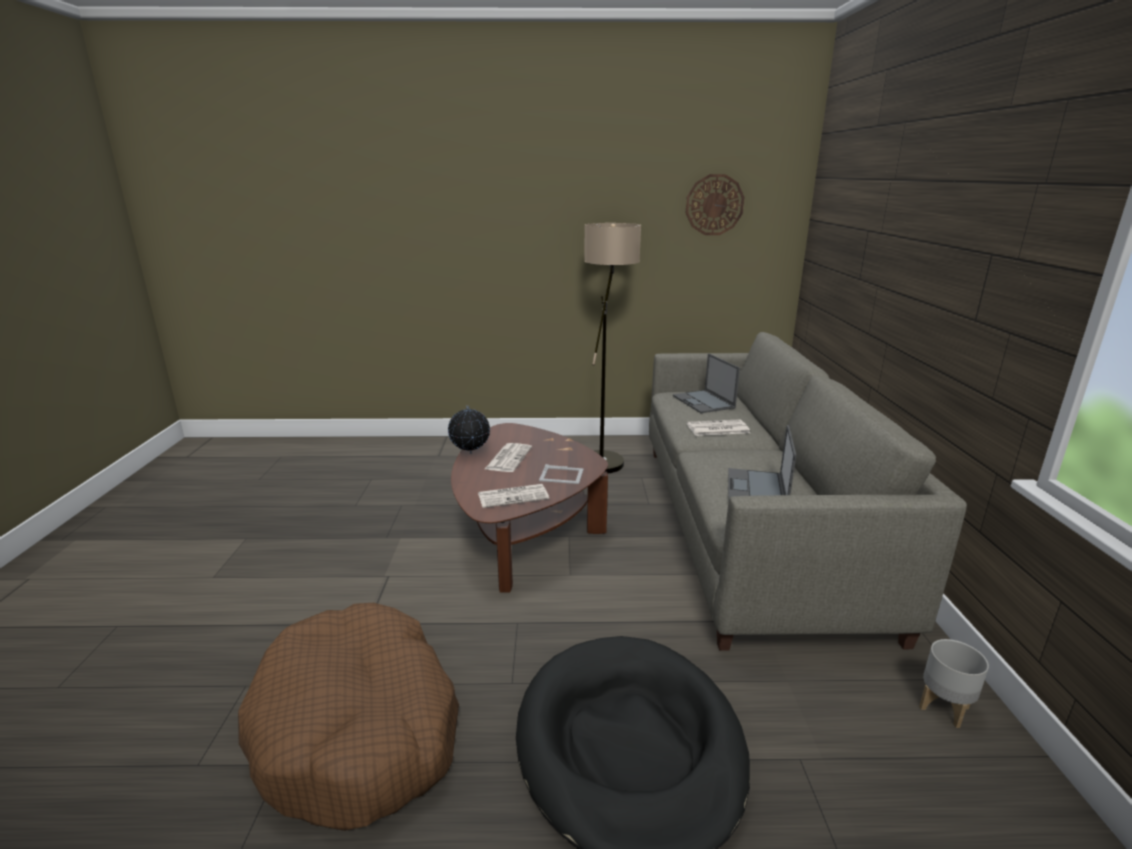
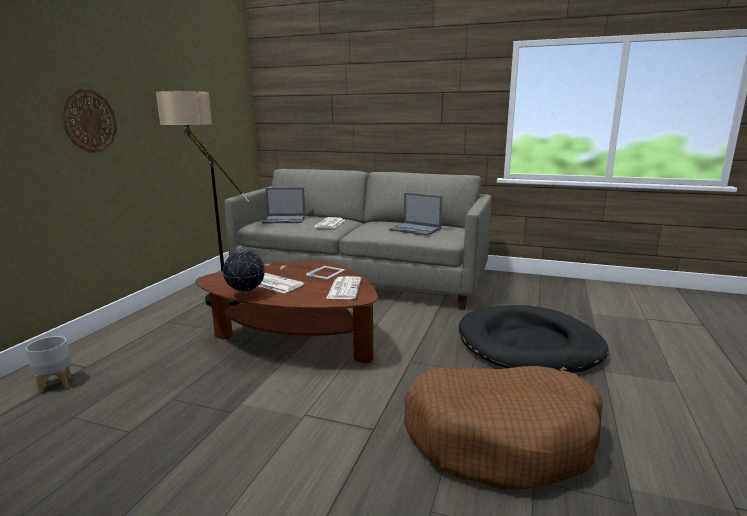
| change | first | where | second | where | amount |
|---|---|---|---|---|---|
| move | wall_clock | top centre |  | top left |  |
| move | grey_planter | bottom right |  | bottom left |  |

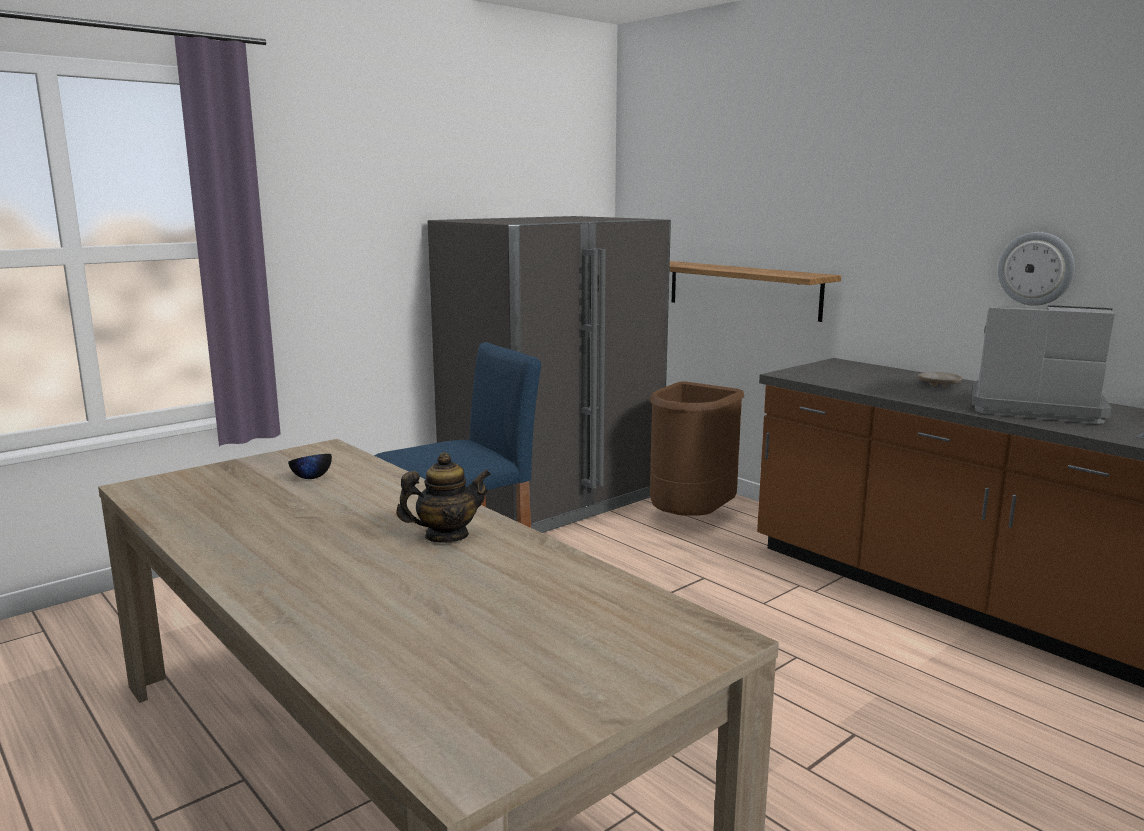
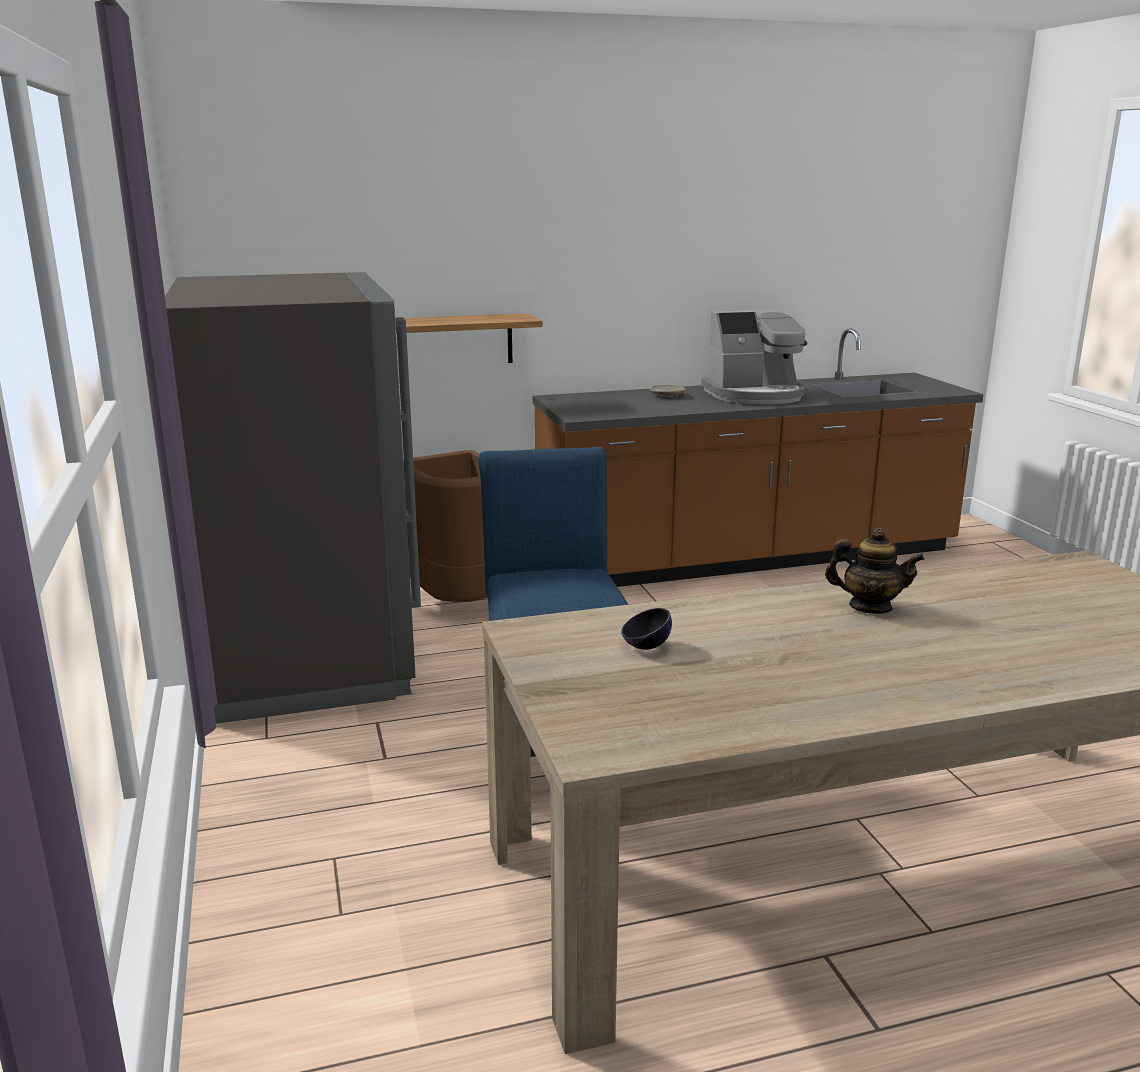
| change | first | where | second | where | amount |
|---|---|---|---|---|---|
| delete | wall_clock | top right |  |  |  |
| rotate | coffee_machine | middle right |  | top centre | 150 degrees counterclockwise |
| rotate | teapot | centre |  | middle right | 105 degrees clockwise |

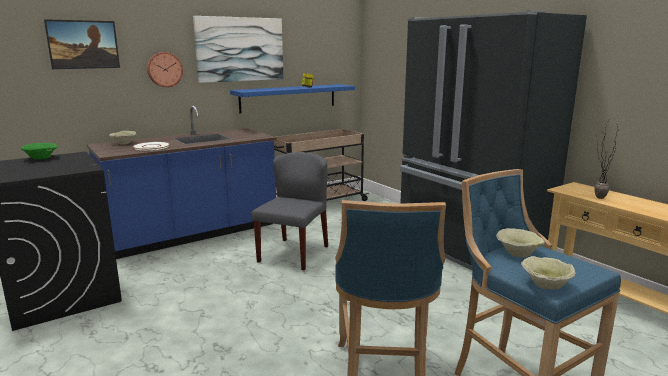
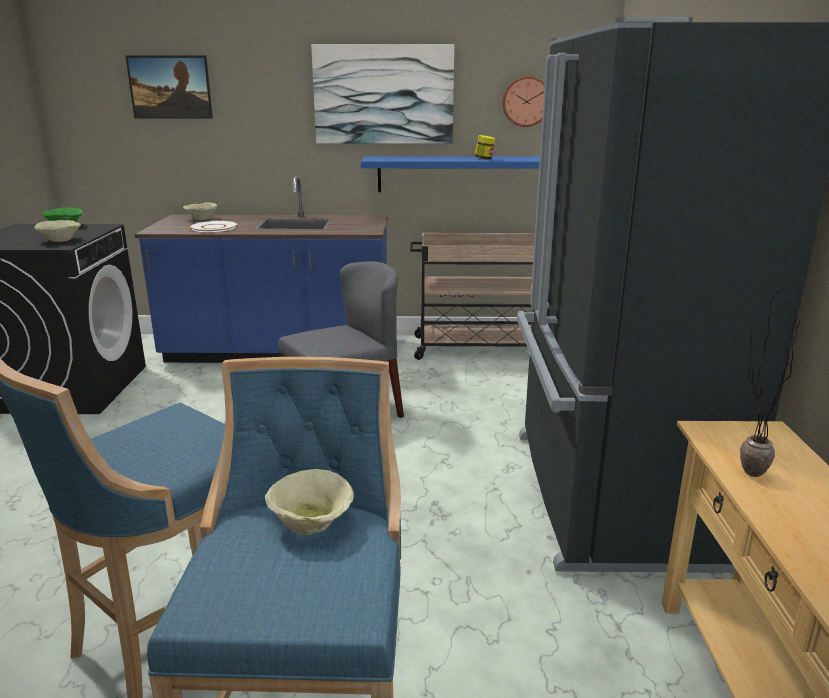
| change | first | where | second | where | amount |
|---|---|---|---|---|---|
| move | wall_clock | top left |  | top centre |  |
| move | beige_bowl (3rd from left in the first image) | bottom right | beige_bowl (1st from left) | top left |  |

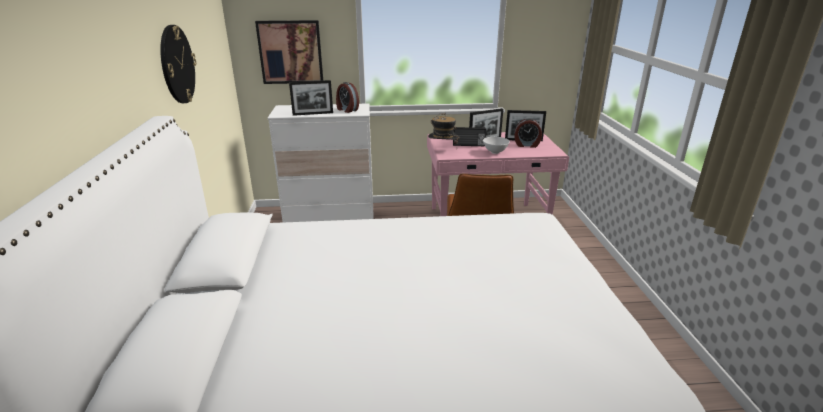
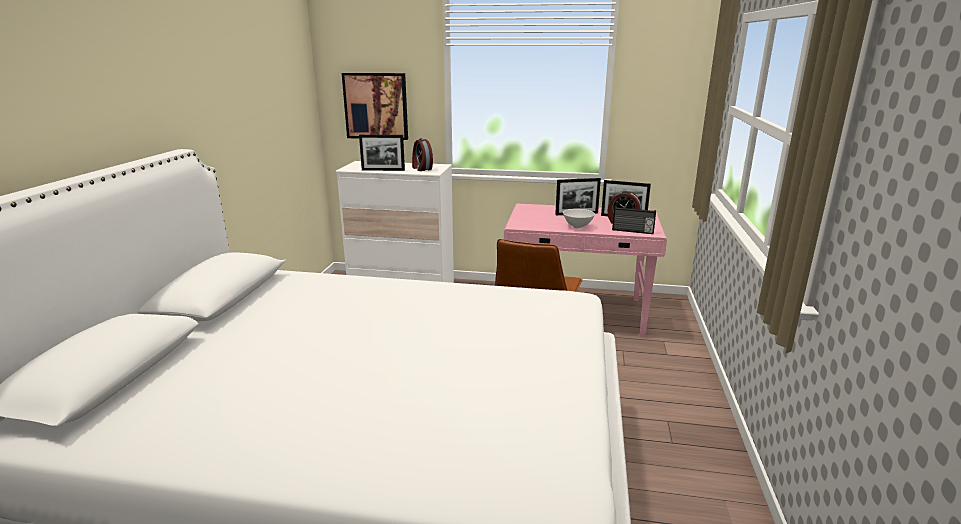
| change | first | where | second | where | amount |
|---|---|---|---|---|---|
| delete | wall_clock | top left |  |  |  |
| delete | hat | top centre |  |  |  |
| move | radio | top centre |  | centre |  |

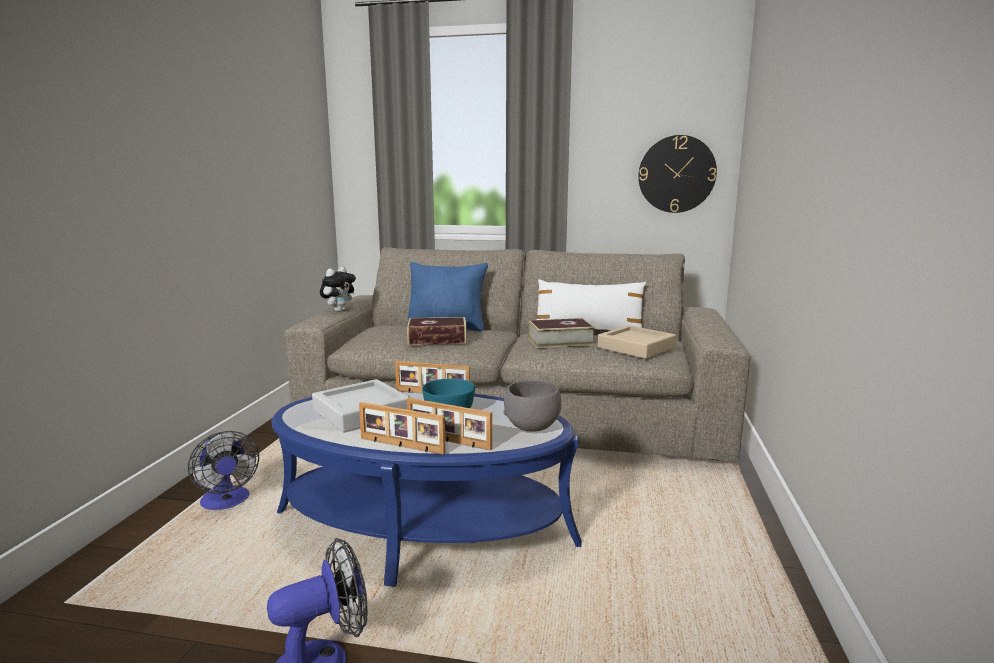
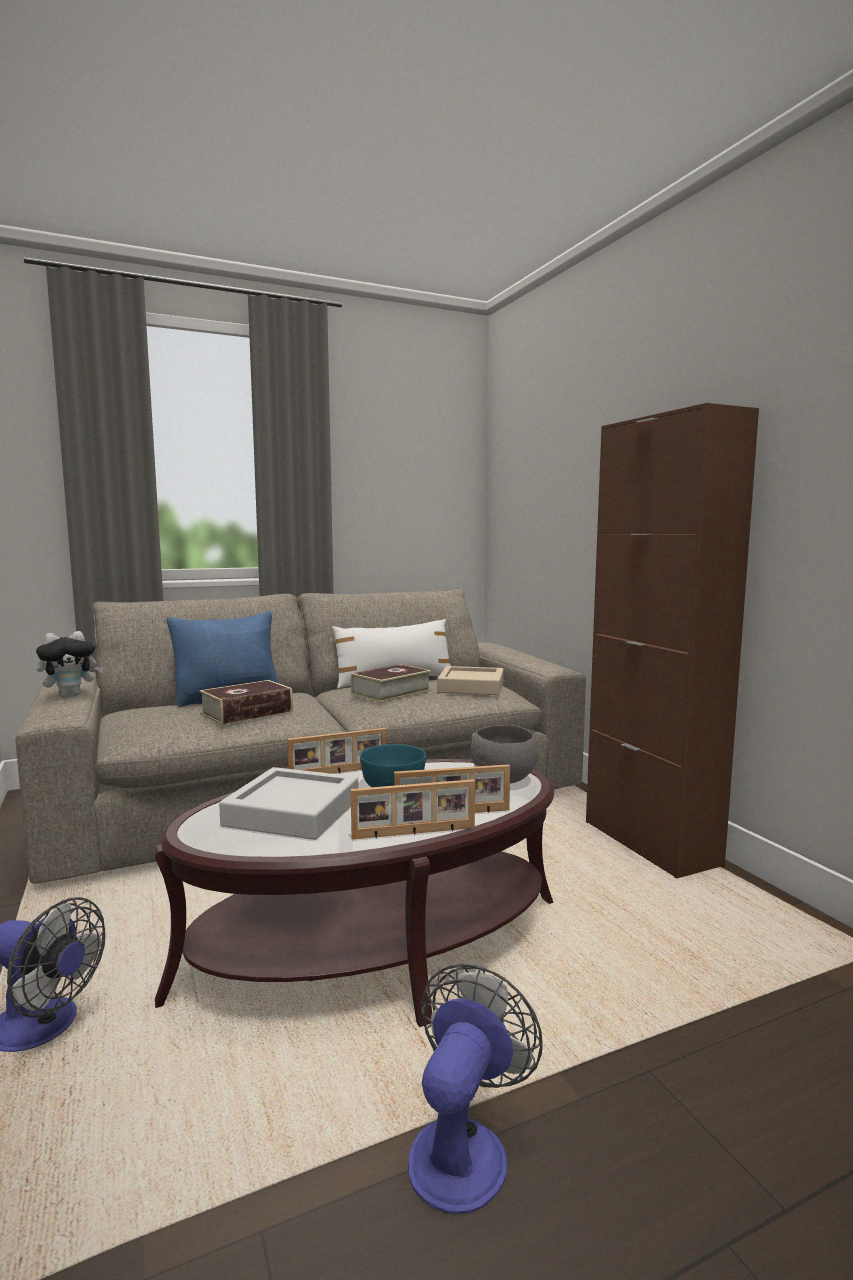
| change | first | where | second | where | amount |
|---|---|---|---|---|---|
| delete | wall_clock | top right |  |  |  |
| rotate | plush_toy | centre |  | middle left | 60 degrees clockwise |
| recolor | blue_coffee_table | bottom centre | brown_coffee_table | bottom centre |  |
| insert |  |  | brown_cabinet | middle right |  |

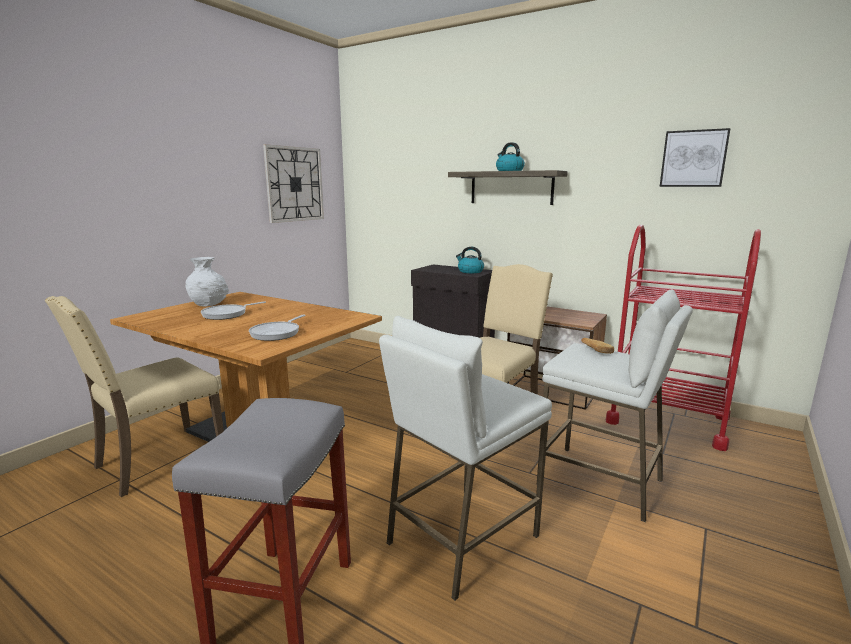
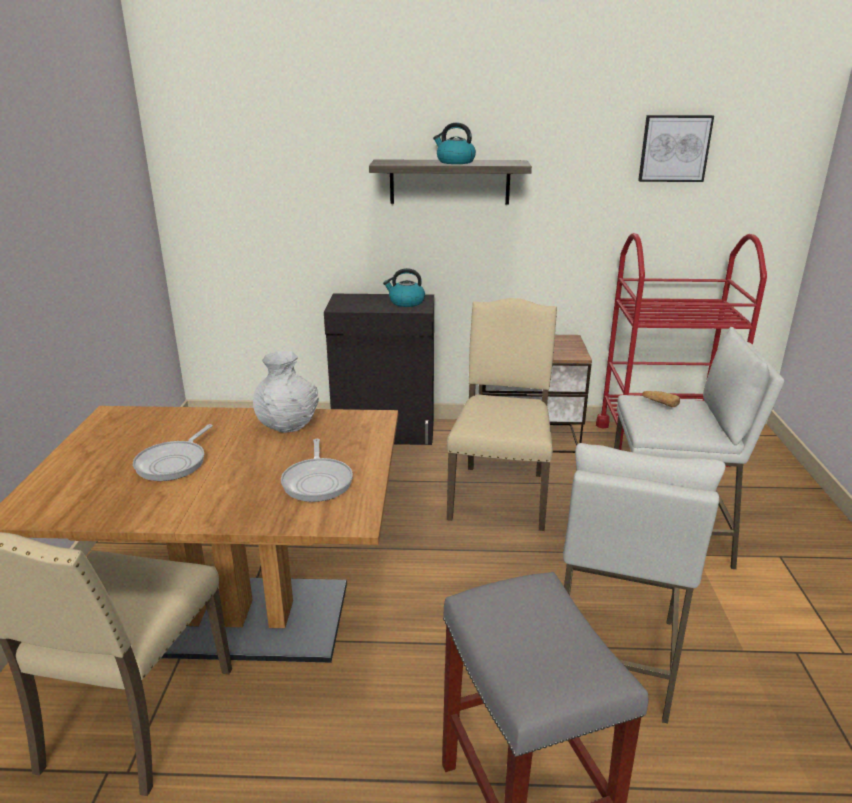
| change | first | where | second | where | amount |
|---|---|---|---|---|---|
| delete | wall_clock | top centre |  |  |  |
| move | white_vase | middle left |  | centre |  |

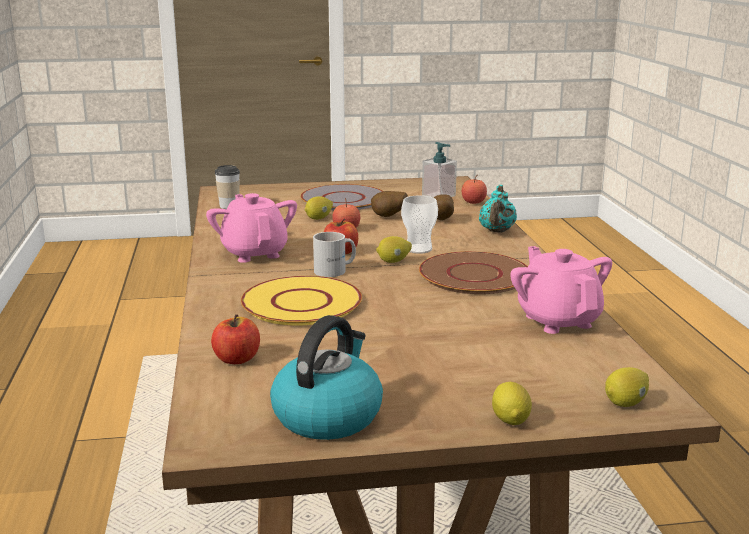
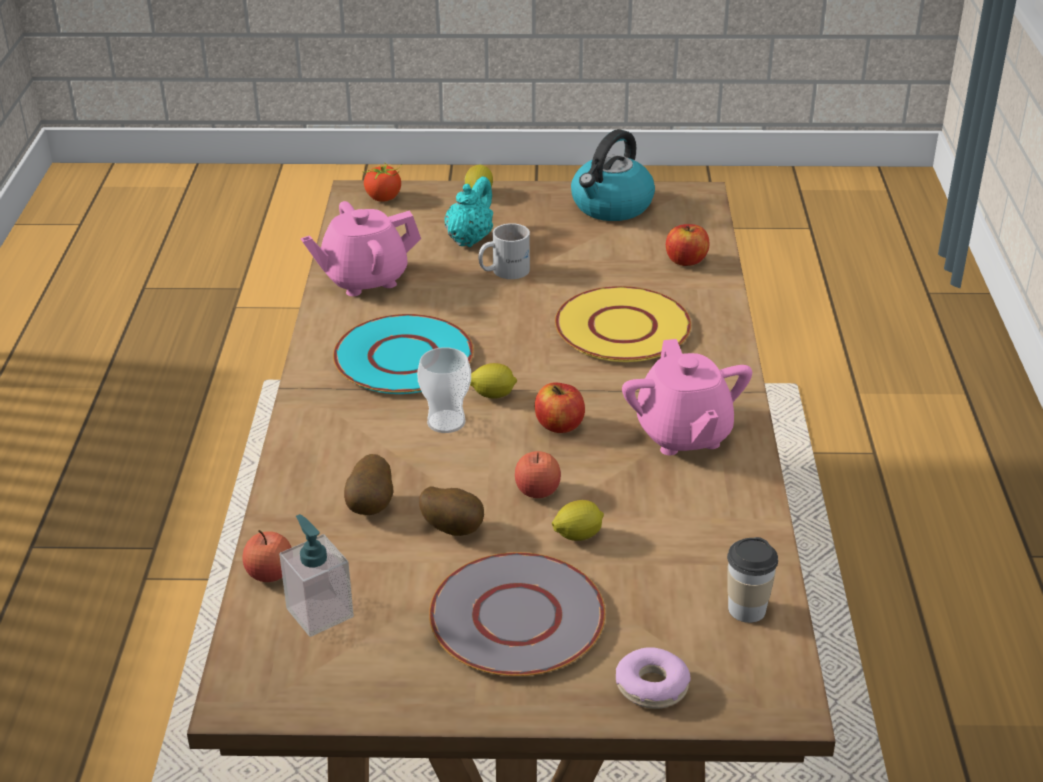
| change | first | where | second | where | amount |
|---|---|---|---|---|---|
| move | turquoise_teapot | centre |  | top centre |  |
| move | white_mug | centre |  | top centre |  |
| rotate | pink_teapot (2nd from left in the first image) | middle right | pink_teapot (1st from left) | top centre | 75 degrees clockwise |
| recolor | brown_plate | centre | turquoise_plate | centre |  |
| replace | lemon (4th from left) | bottom right | tomato | top centre |  |
| insert |  |  | donut | bottom centre |  |

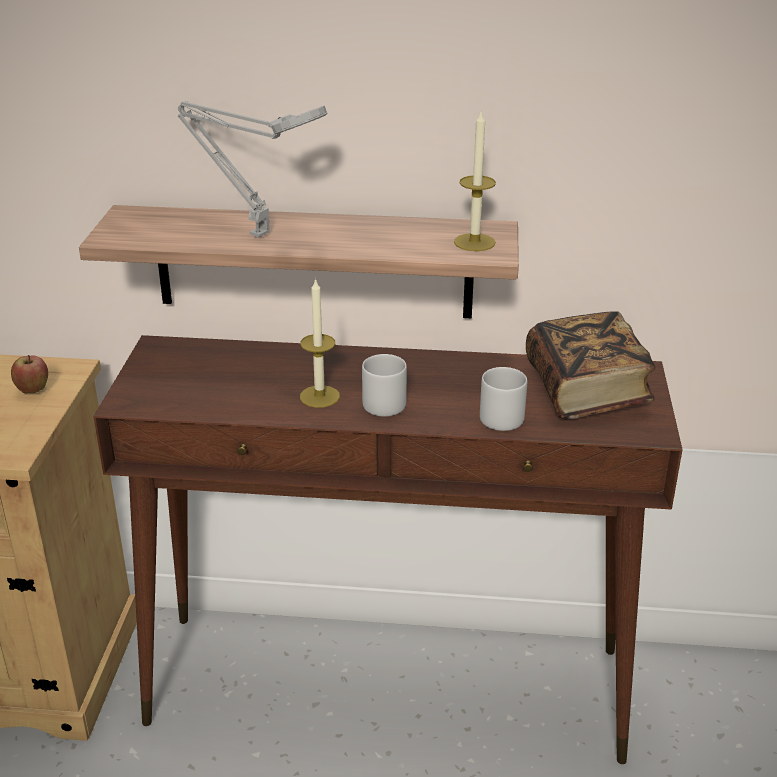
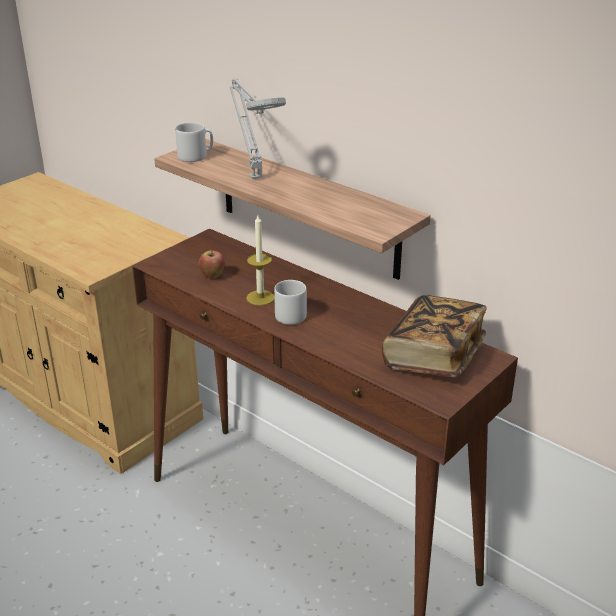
| change | first | where | second | where | amount |
|---|---|---|---|---|---|
| delete | candle (2nd from left) | top centre |  |  |  |
| move | apple | middle left |  | centre |  |
| move | grey_mug (2nd from left in the first image) | centre | grey_mug (1st from left) | top left |  |

